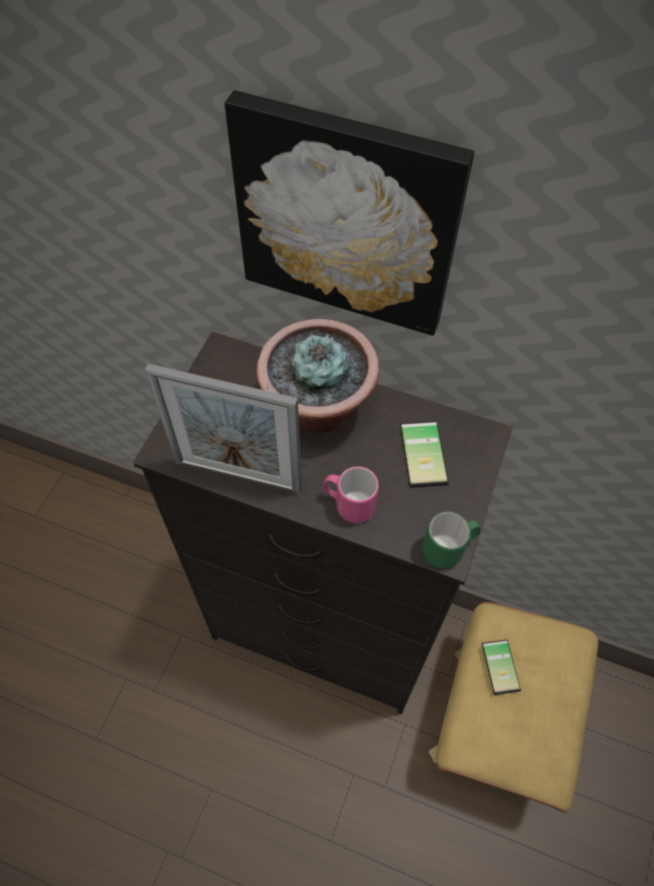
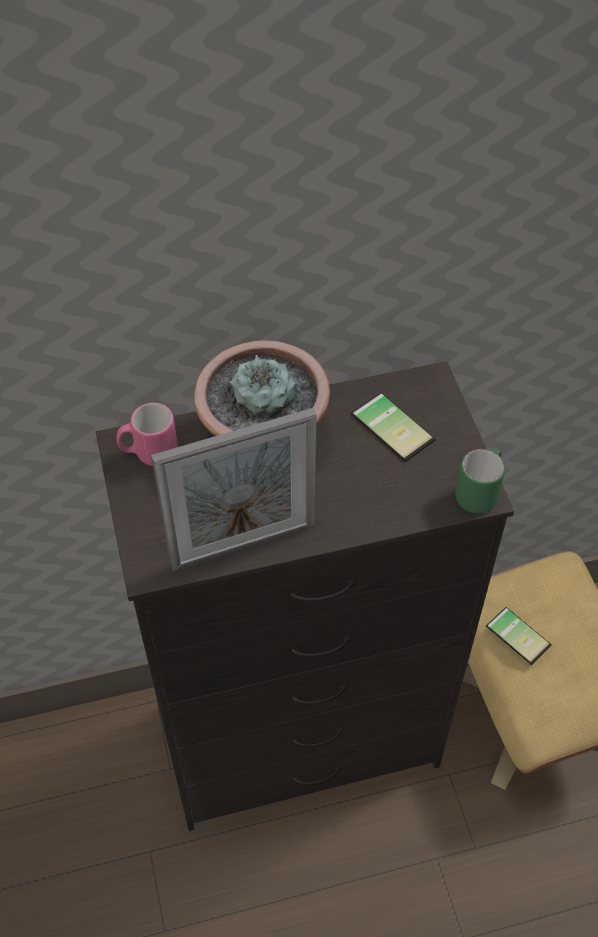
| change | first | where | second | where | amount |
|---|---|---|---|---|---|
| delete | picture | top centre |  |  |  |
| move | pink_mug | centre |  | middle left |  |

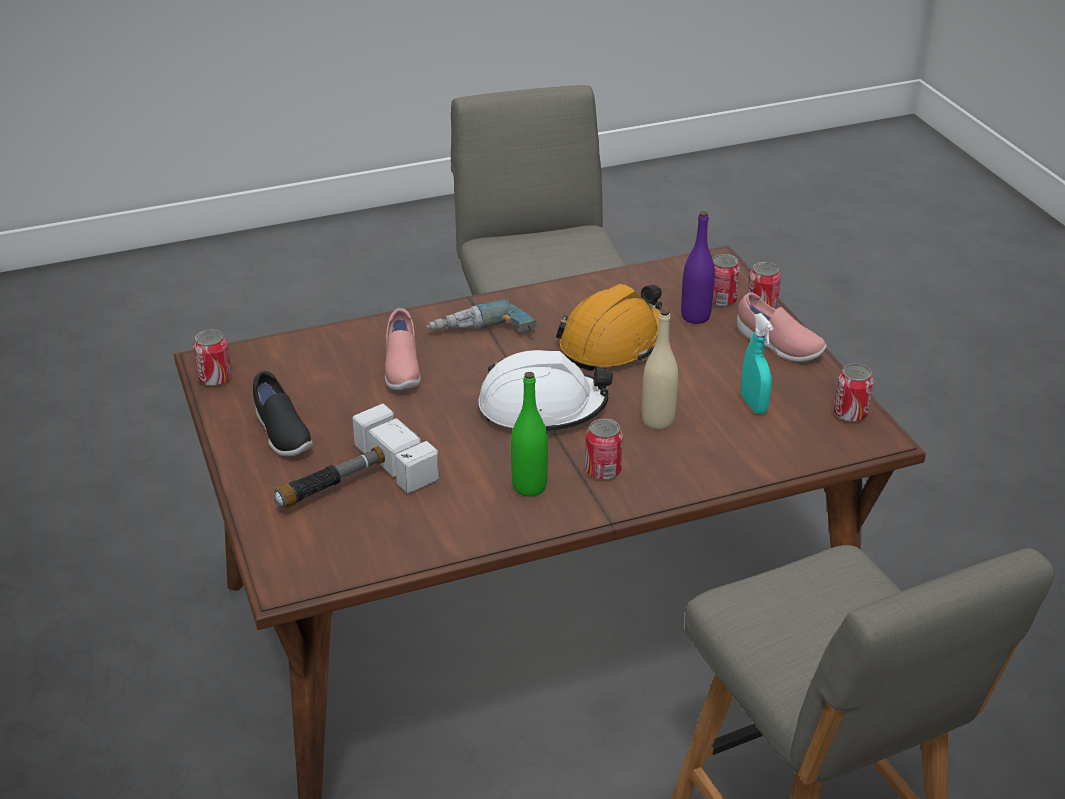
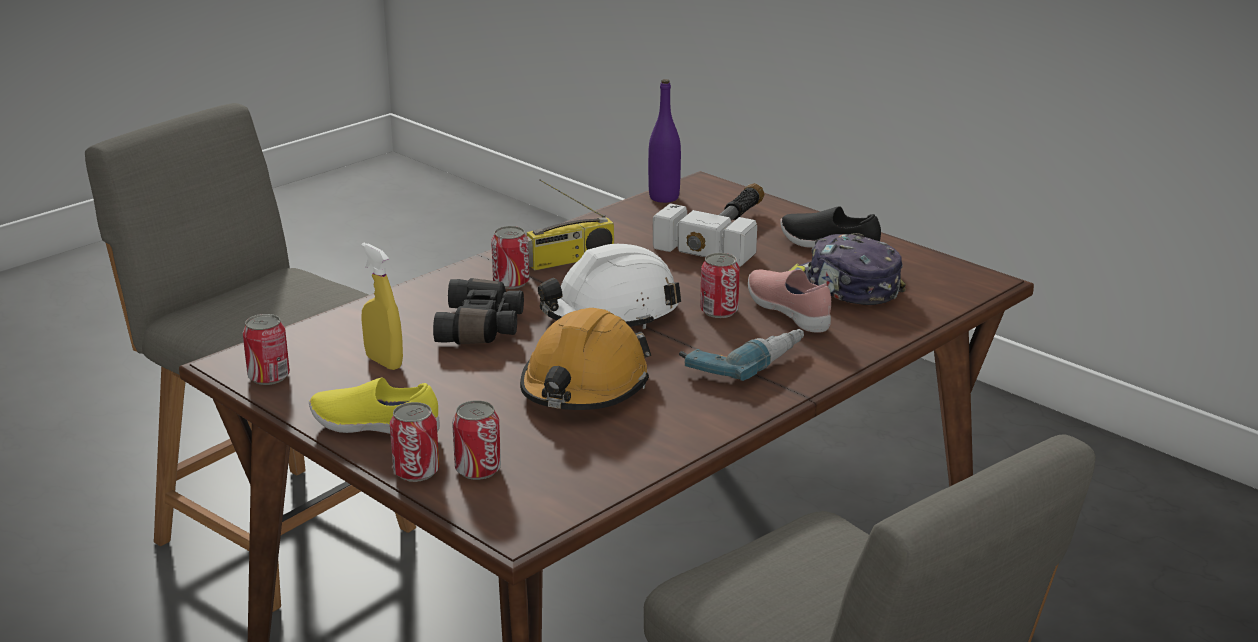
| change | first | where | second | where | amount |
|---|---|---|---|---|---|
| move | purple_bottle | centre |  | top centre |  |
| recolor | pink_shoe (2nd from left) | middle right | yellow_shoe | middle left |  |
| replace | beige_bottle | centre | black_binoculars | centre |  |
| recolor | turquoise_spray_bottle | middle right | yellow_spray_bottle | middle left |  |
| move | can (1st from left in the first image) | middle left | can (5th from left) | centre |  |
| replace | green_bottle | centre | radio | centre |  |
| insert |  |  | cap | middle right |  |

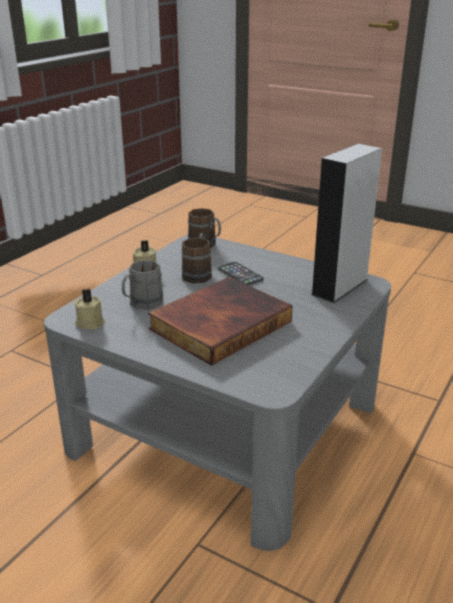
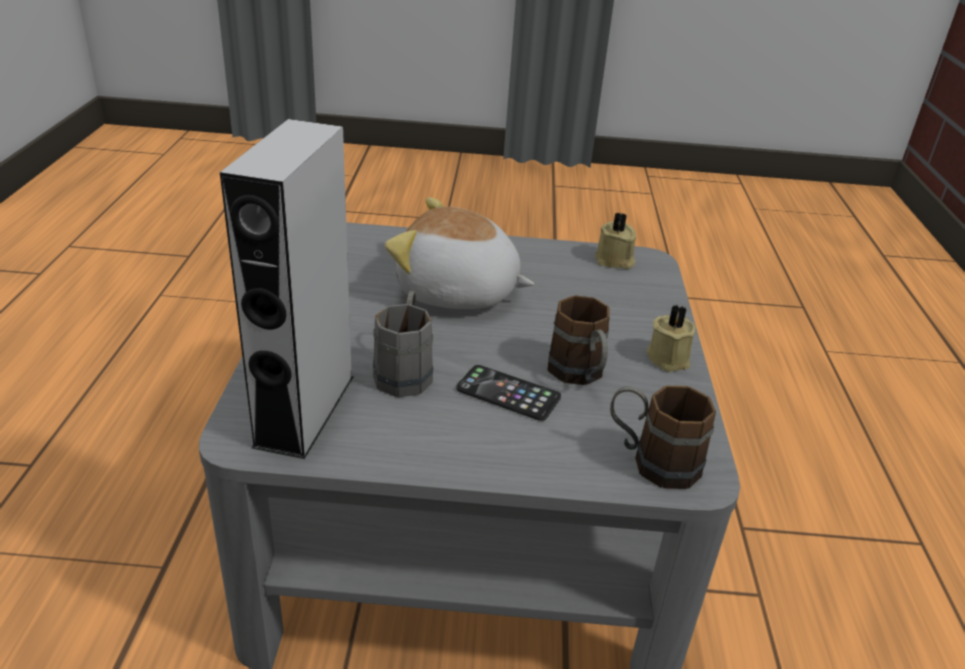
| change | first | where | second | where | amount |
|---|---|---|---|---|---|
| move | grey_mug | middle left |  | centre |  |
| replace | book | centre | plush_toy | centre |  |

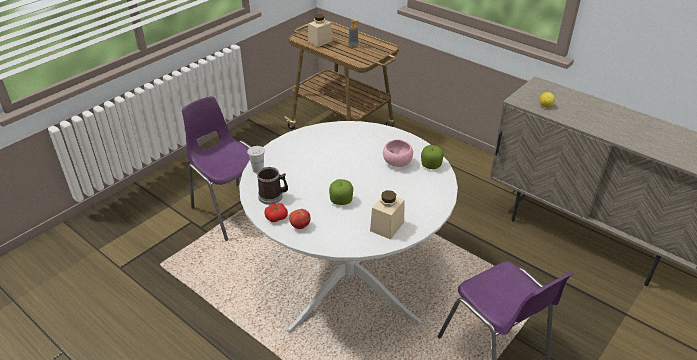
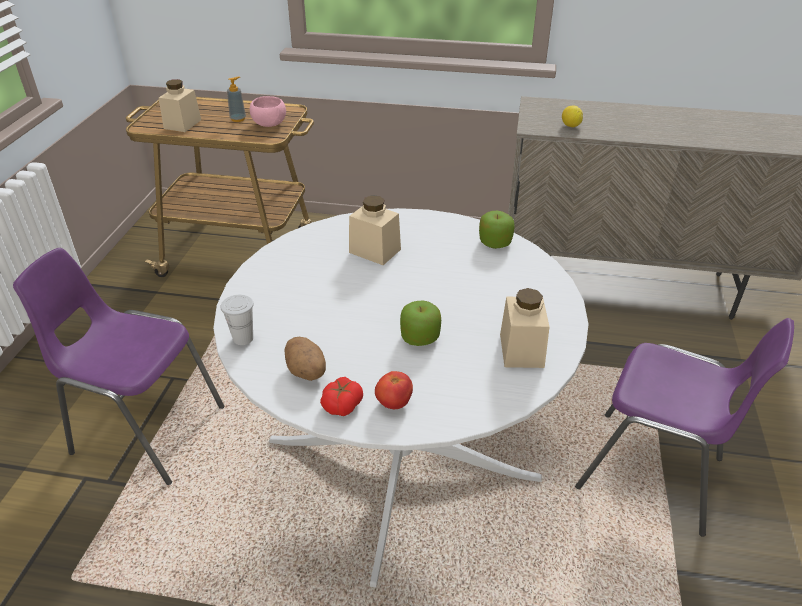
| change | first | where | second | where | amount |
|---|---|---|---|---|---|
| move | pink_bowl | centre |  | top centre |  |
| replace | mug | centre | potato | centre |  |
| insert |  |  | beige_jar (2nd from left) | centre |  |

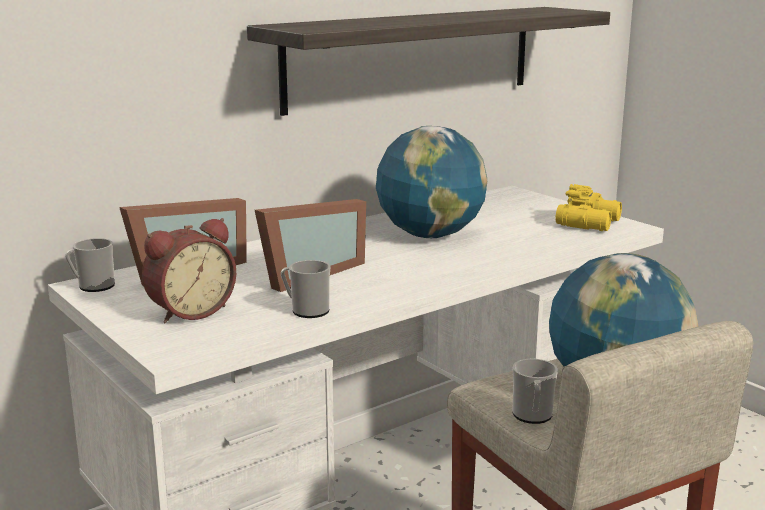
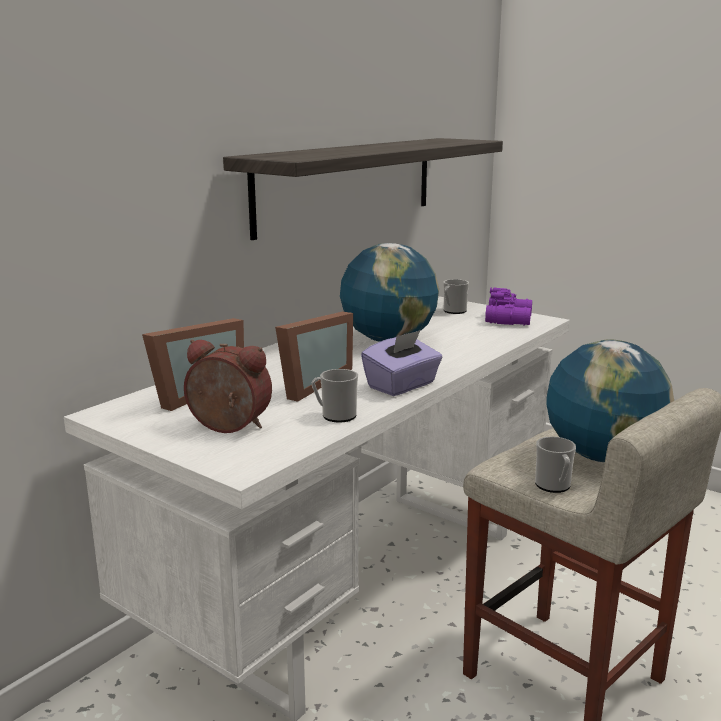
| change | first | where | second | where | amount |
|---|---|---|---|---|---|
| recolor | yellow_binoculars | middle right | purple_binoculars | middle right |  |
| rotate | alarm_clock | middle left |  | middle left | 105 degrees counterclockwise |
| move | mug (1st from left in the first image) | middle left | mug (2nd from left) | centre |  |
| insert |  |  | purple_tissue_box | centre |  |

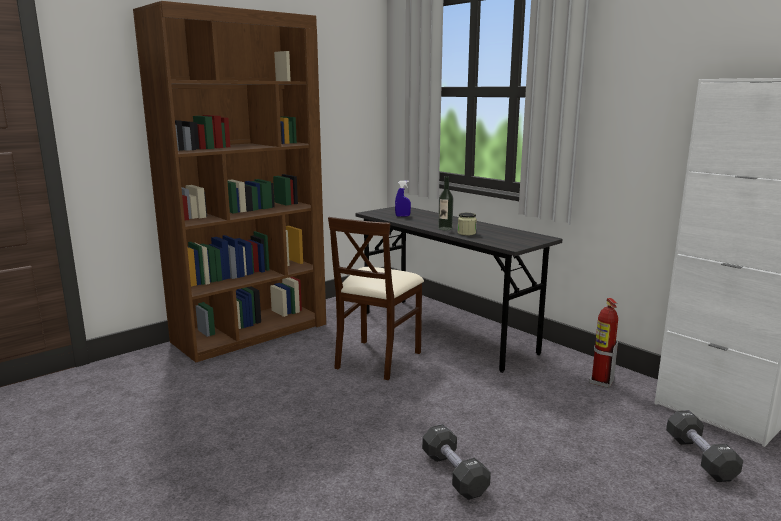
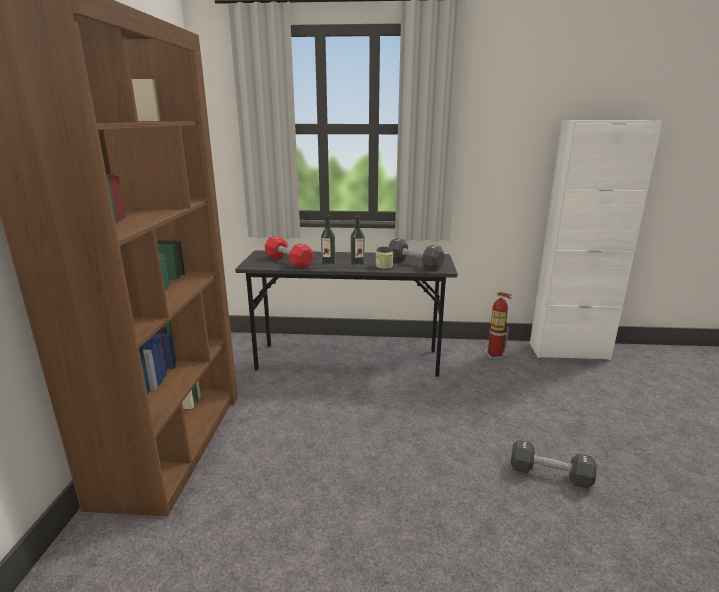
| change | first | where | second | where | amount |
|---|---|---|---|---|---|
| replace | blue_spray_bottle | centre | red_dumbbell | centre |  |
| delete | beige_chair | centre |  |  |  |
| move | black_dumbbell (2nd from left in the first image) | bottom right | black_dumbbell (1st from left) | centre |  |
| insert |  |  | bottle (1st from left) | centre |  |

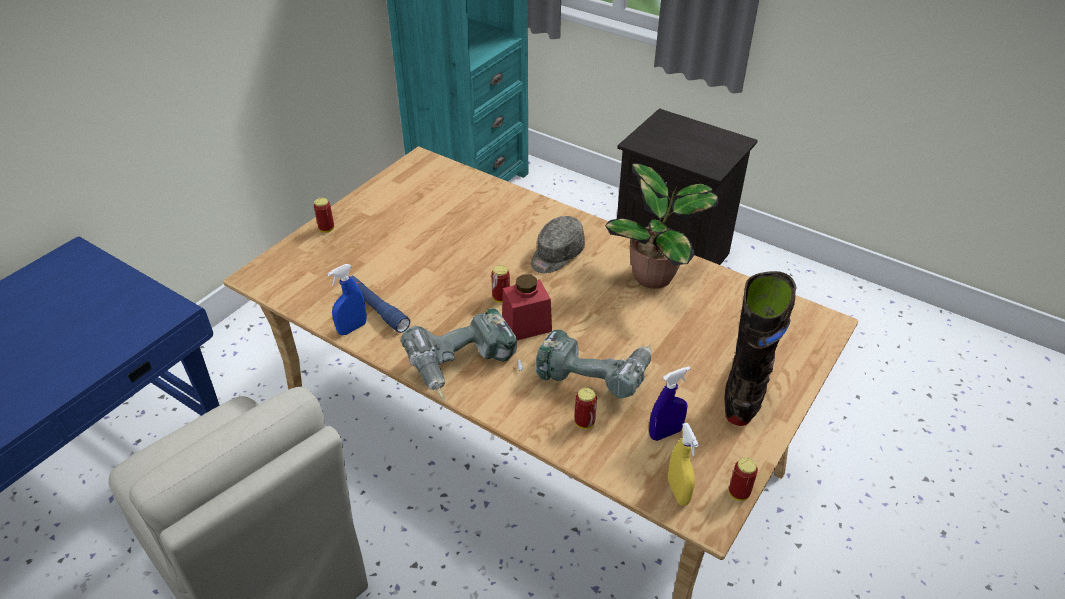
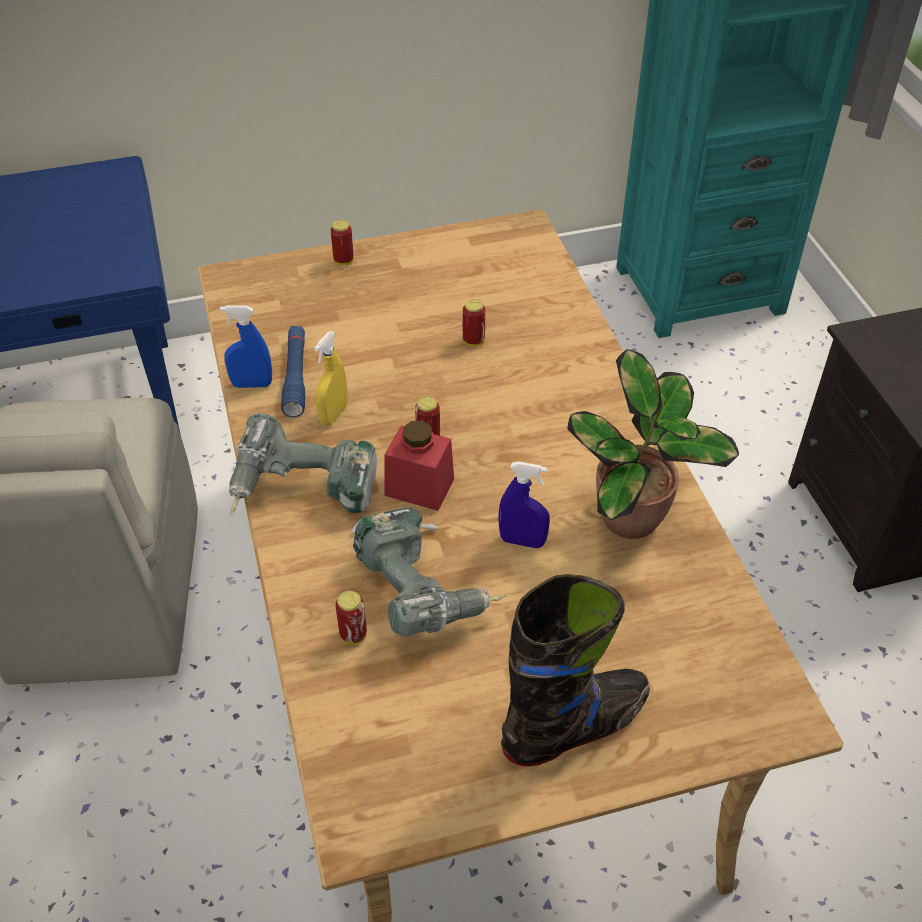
| change | first | where | second | where | amount |
|---|---|---|---|---|---|
| delete | grey_cap | centre |  |  |  |
| move | blue_spray_bottle (2nd from left) | bottom centre |  | centre |  |
| move | yellow_spray_bottle | bottom centre |  | centre |  |
| move | can (4th from left) | bottom right |  | centre |  |

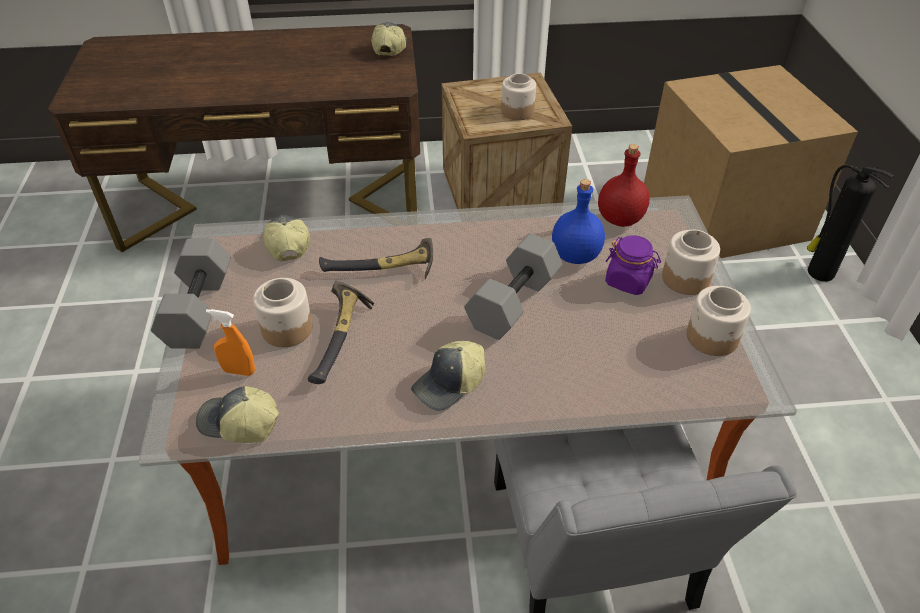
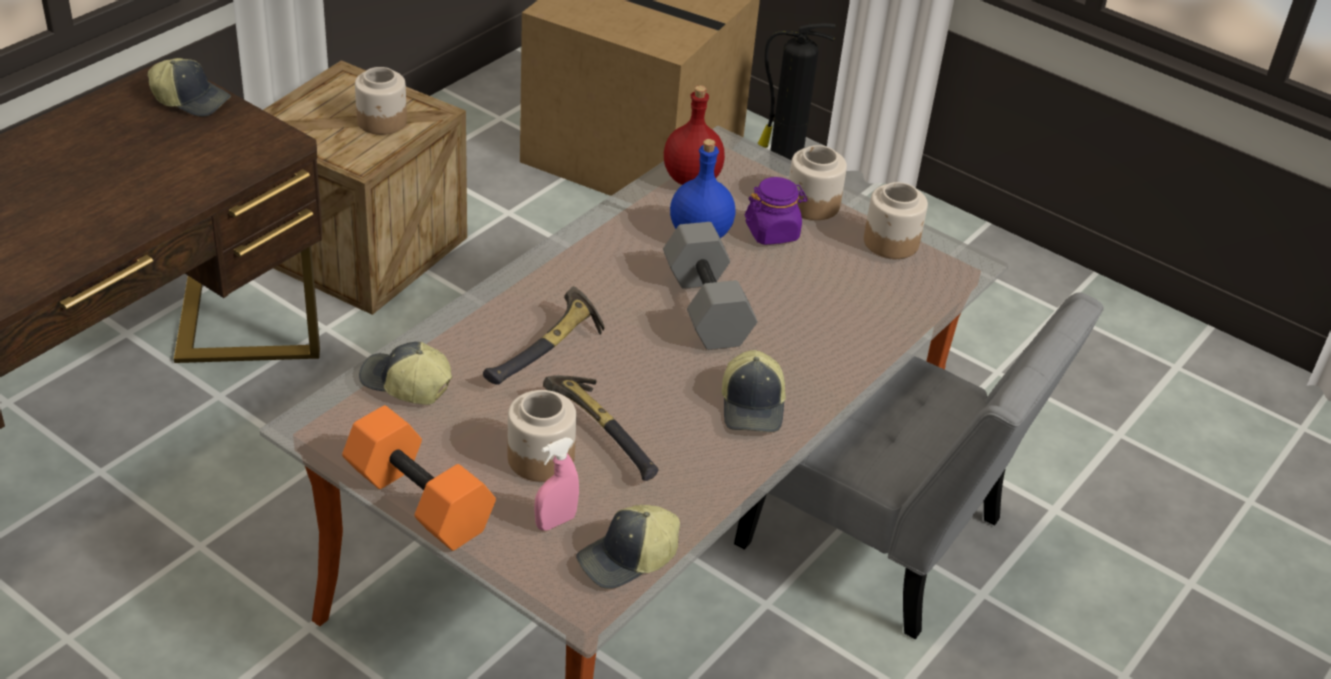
| change | first | where | second | where | amount |
|---|---|---|---|---|---|
| rotate | cap (3rd from left in the first image) | top centre | cap (1st from left) | top left | 150 degrees clockwise |
| recolor | grey_dumbbell (1st from left) | middle left | orange_dumbbell | bottom left |  |
| recolor | orange_spray_bottle | middle left | pink_spray_bottle | bottom centre |  |

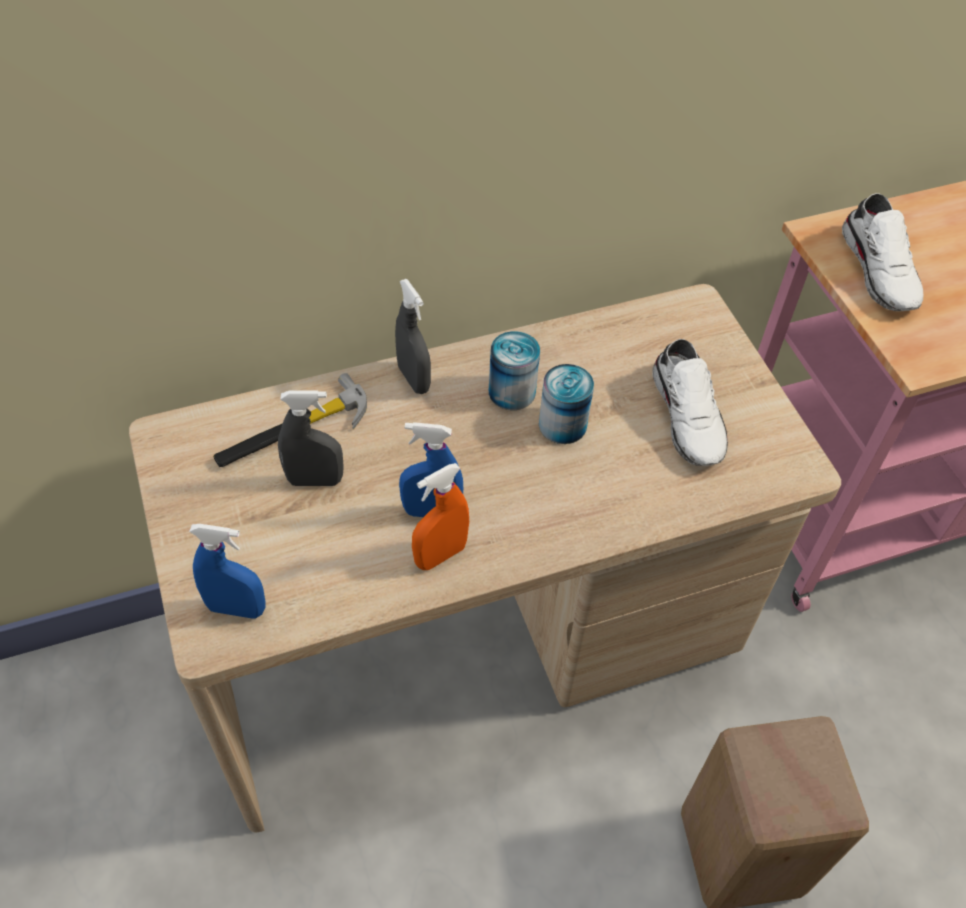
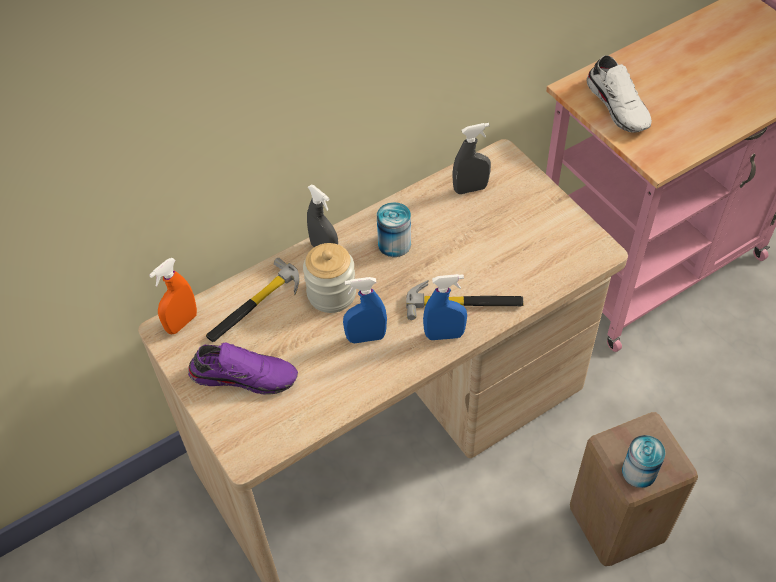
| change | first | where | second | where | amount |
|---|---|---|---|---|---|
| delete | white_shoe (1st from left) | middle right |  |  |  |
| move | can (2nd from left) | centre |  | bottom right |  |
| move | grey_spray_bottle (1st from left in the first image) | middle left | grey_spray_bottle (2nd from left) | top centre |  |
| move | orange_spray_bottle | centre |  | middle left |  |
| move | blue_spray_bottle (1st from left in the first image) | middle left | blue_spray_bottle (2nd from left) | centre |  |
| insert |  |  | jar | centre |  |
| insert |  |  | hammer (2nd from left) | centre |  |
| insert |  |  | purple_shoe | middle left |  |

